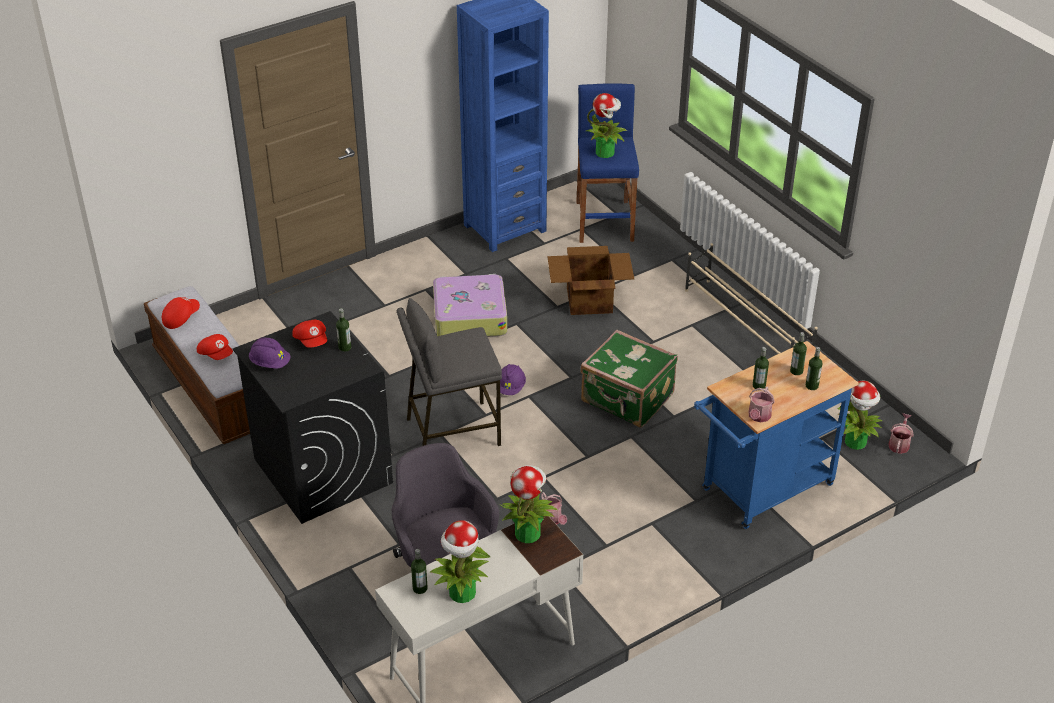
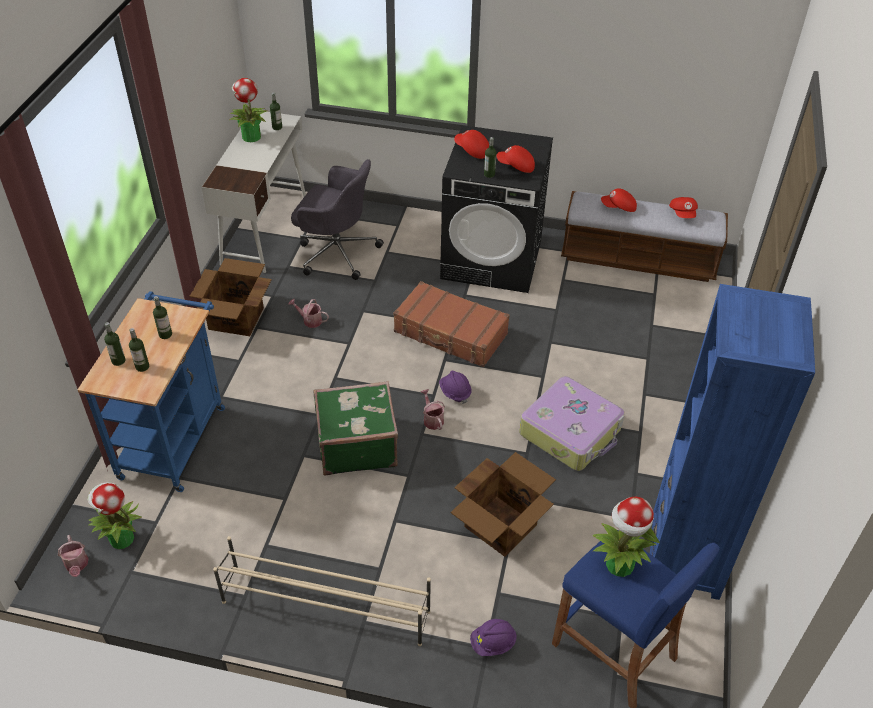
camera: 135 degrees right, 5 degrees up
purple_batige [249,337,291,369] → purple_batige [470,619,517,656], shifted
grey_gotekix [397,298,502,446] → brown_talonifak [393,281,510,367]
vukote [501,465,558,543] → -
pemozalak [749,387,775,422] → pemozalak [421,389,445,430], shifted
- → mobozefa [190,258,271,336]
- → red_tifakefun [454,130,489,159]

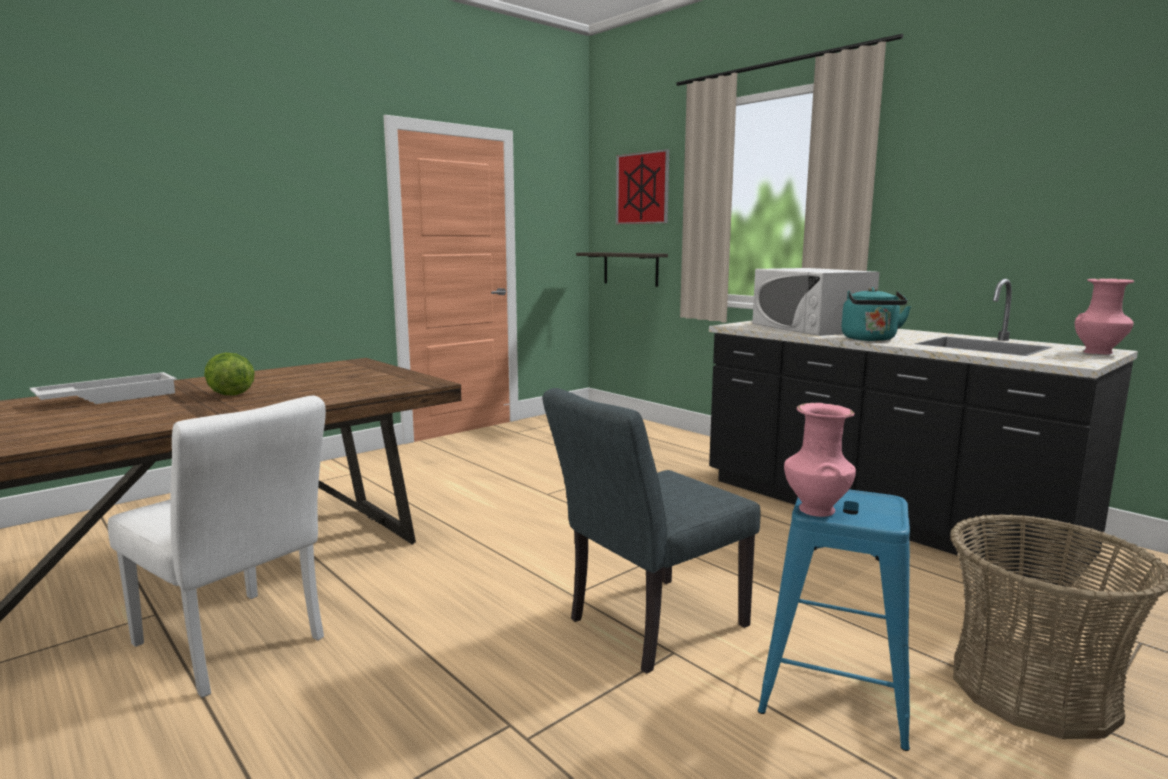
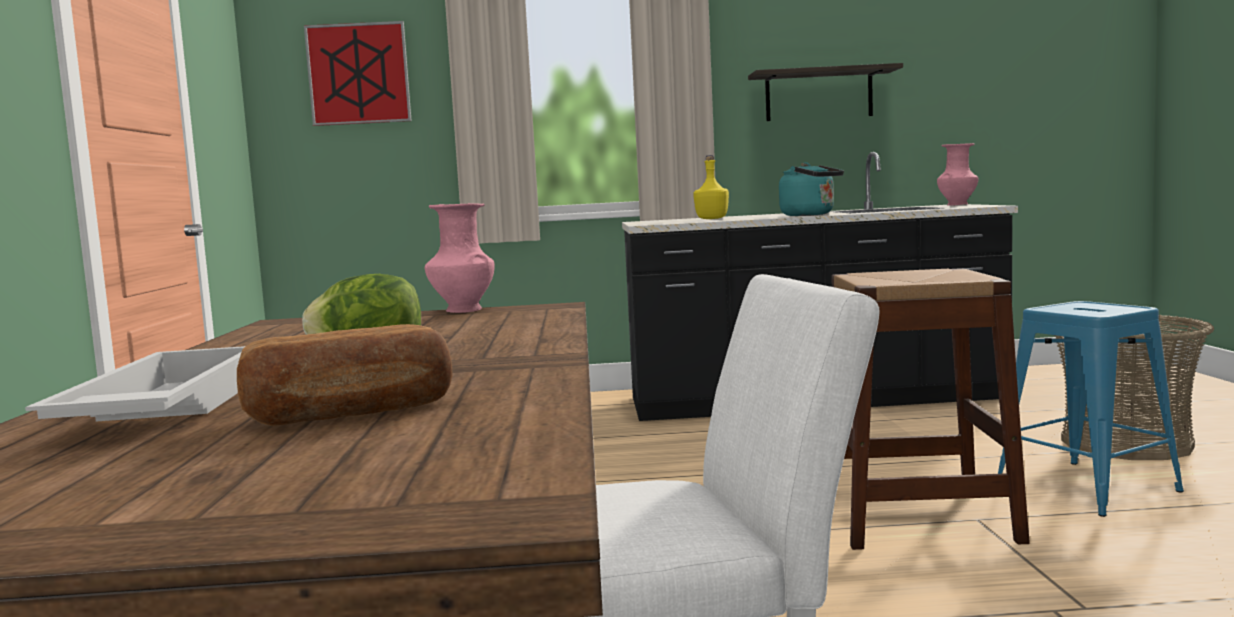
camera: 50 degrees left, 5 degrees down
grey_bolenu [543,388,760,674] → brown_gotekix [831,268,1030,550]
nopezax [576,252,668,287] → nopezax [748,63,903,121], shifted
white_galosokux [752,268,880,336] → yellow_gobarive [693,155,729,219]
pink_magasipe [784,403,856,517] → pink_magasipe [425,203,495,313], shifted
- → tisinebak [237,324,453,426]

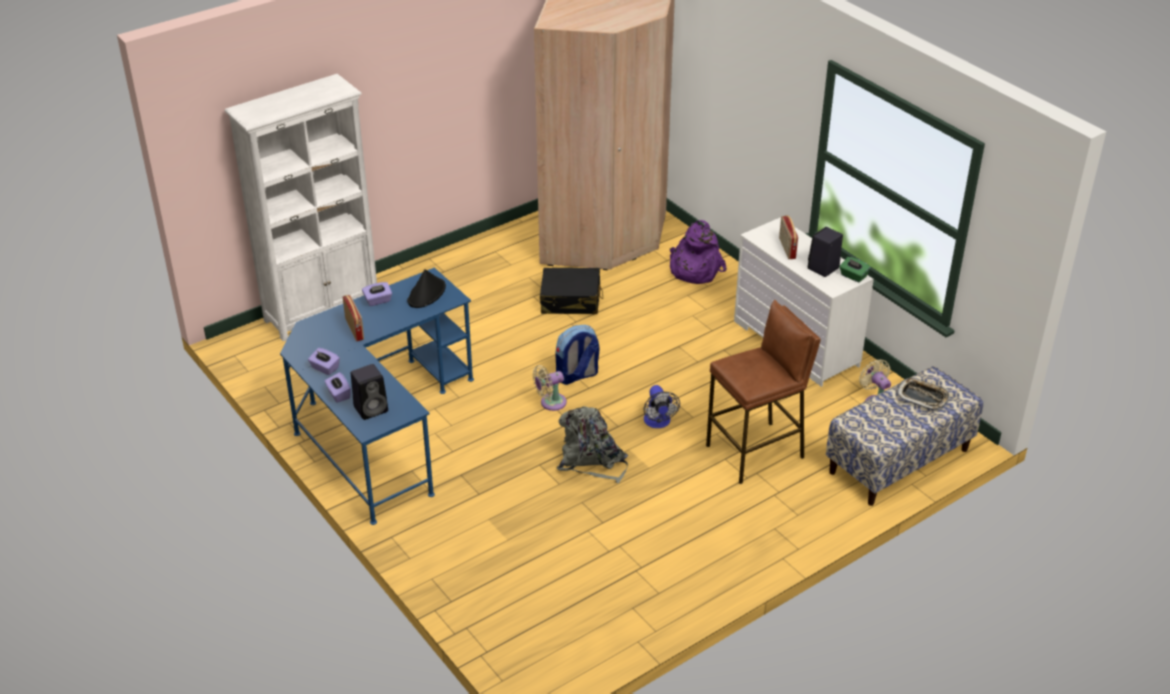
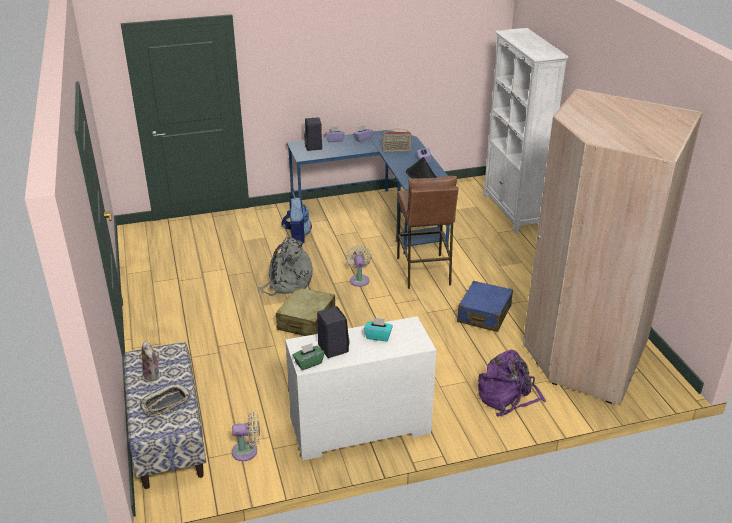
camera: 110 degrees right, 5 degrees down
black_talonifak [540,268,603,314] → blue_talonifak [457,281,513,332]
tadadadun [556,325,599,385] → tadadadun [281,197,312,243], shifted
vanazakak [643,385,680,428] → beige_talonifak [276,287,335,336]
brown_gotekix [706,300,821,484] → brown_gotekix [397,176,458,289], shifted
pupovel [779,215,798,259] → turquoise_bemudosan [364,317,393,341]
- → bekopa [142,341,159,381]

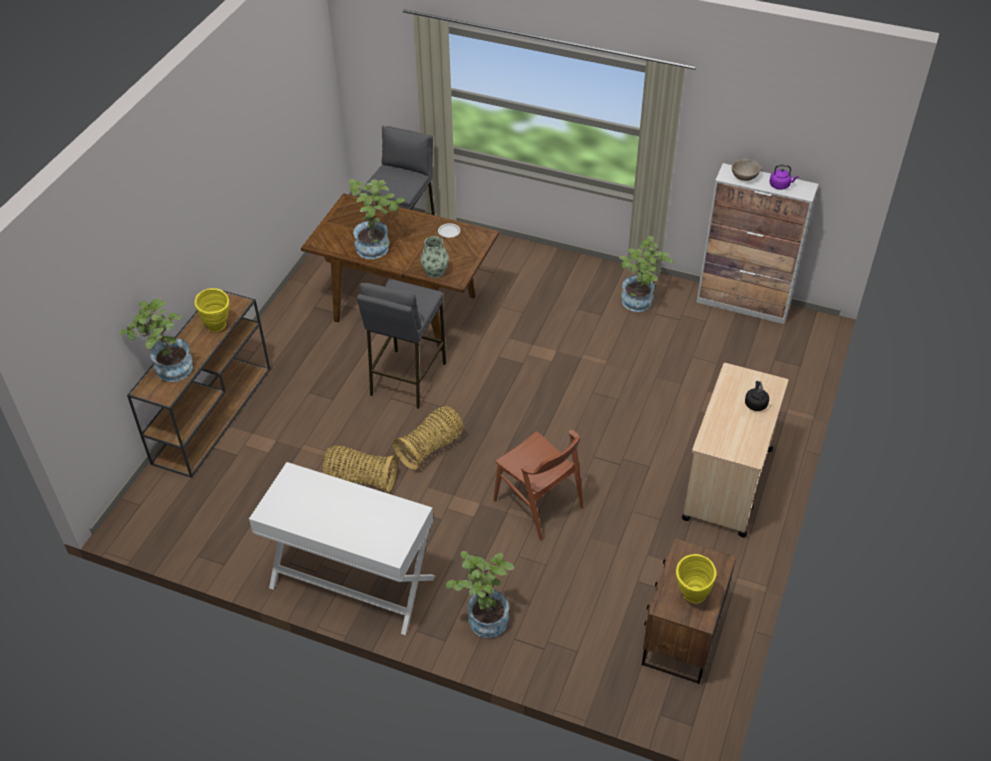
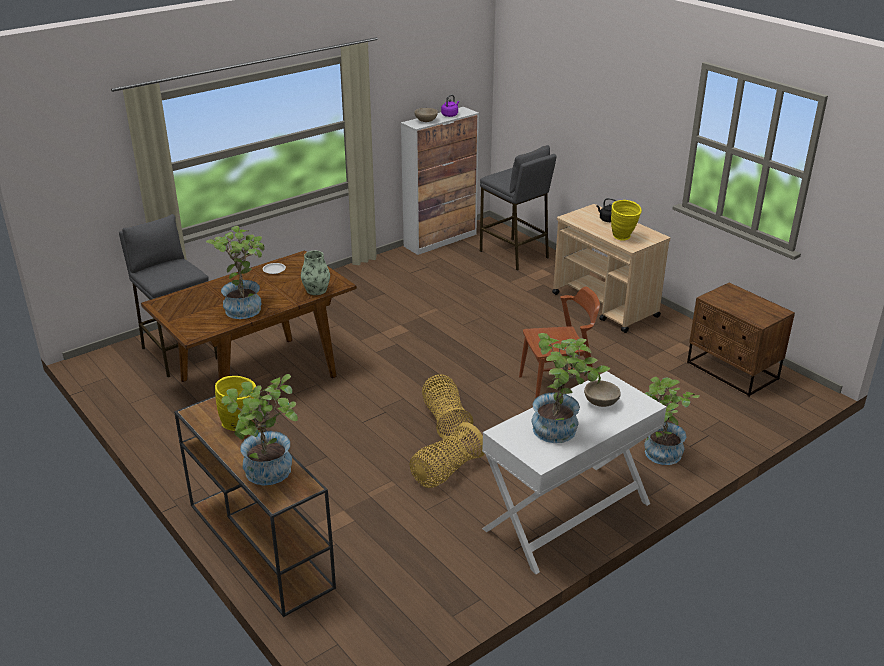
camera: 60 degrees left, 15 degrees down
grey_gotekix [357,279,446,409] → grey_gotekix [480,145,557,271], shifted
vukote [619,236,674,312] → vukote [531,333,610,443], shifted
yellow_magasipe [676,554,717,604] → yellow_magasipe [611,200,642,241], shifted
- → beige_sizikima [584,380,621,407]

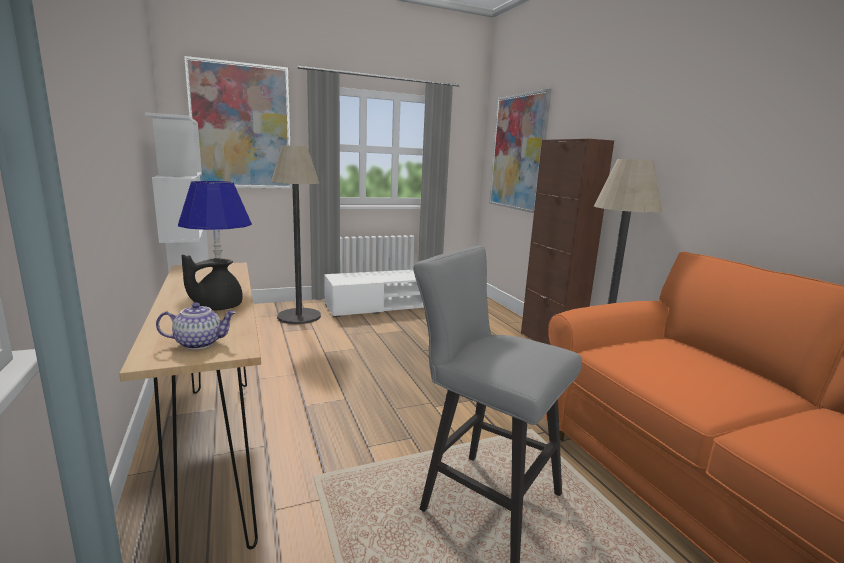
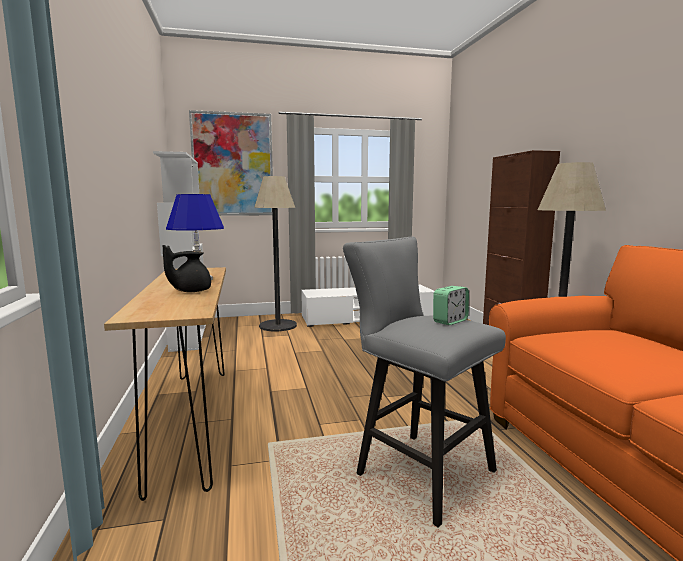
camera: 10 degrees right, 5 degrees down
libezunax [156,302,236,350] → -
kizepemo [489,89,551,213] → -
- → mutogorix [433,286,469,325]

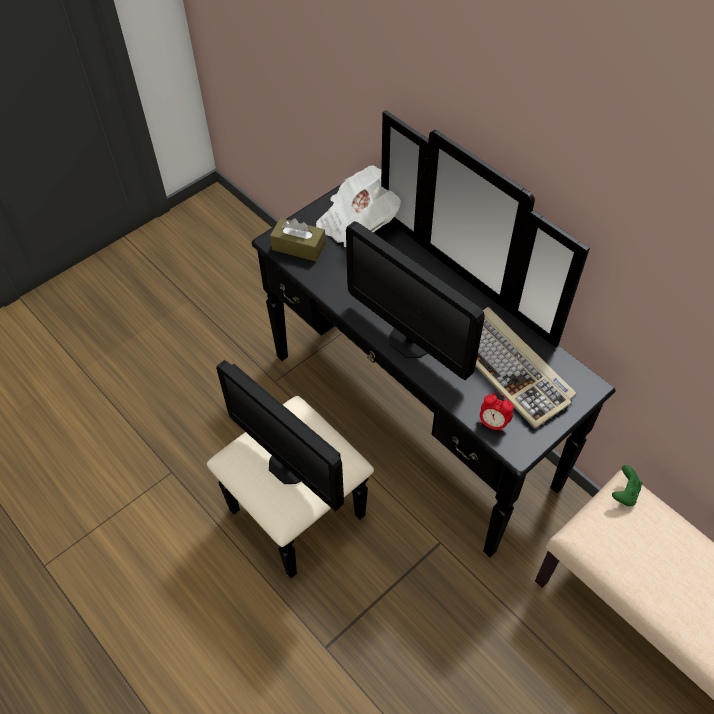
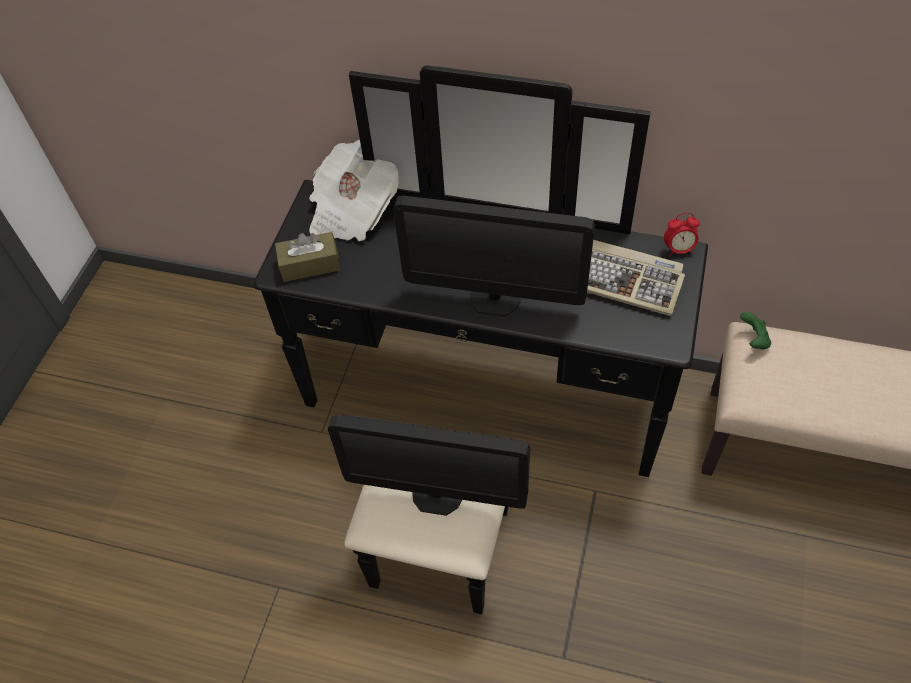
camera: 30 degrees left, 0 degrees up
mutogorix [480,393,514,434] → mutogorix [664,212,700,257], shifted

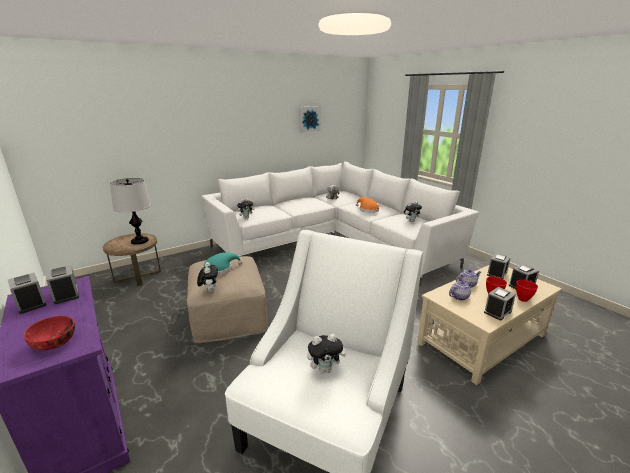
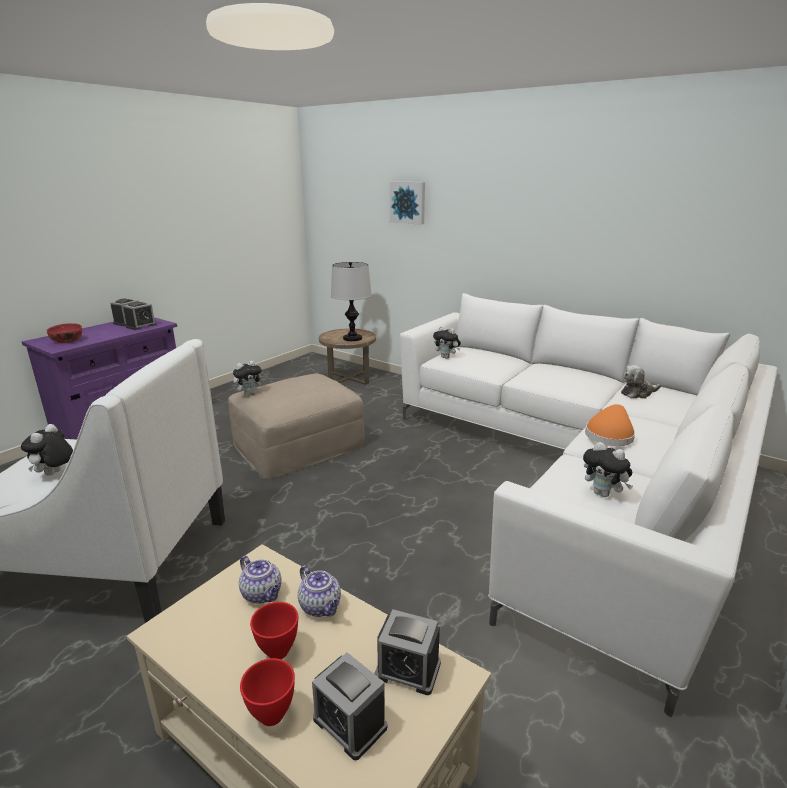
camera: 70 degrees right, 0 degrees up
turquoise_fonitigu [203,252,243,276] → -
kizepemo [299,106,321,132] → kizepemo [390,182,425,225], shifted
bekopa [307,334,346,373] → bekopa [21,424,73,476], 45 degrees clockwise
mutogorix [484,287,516,320] → -

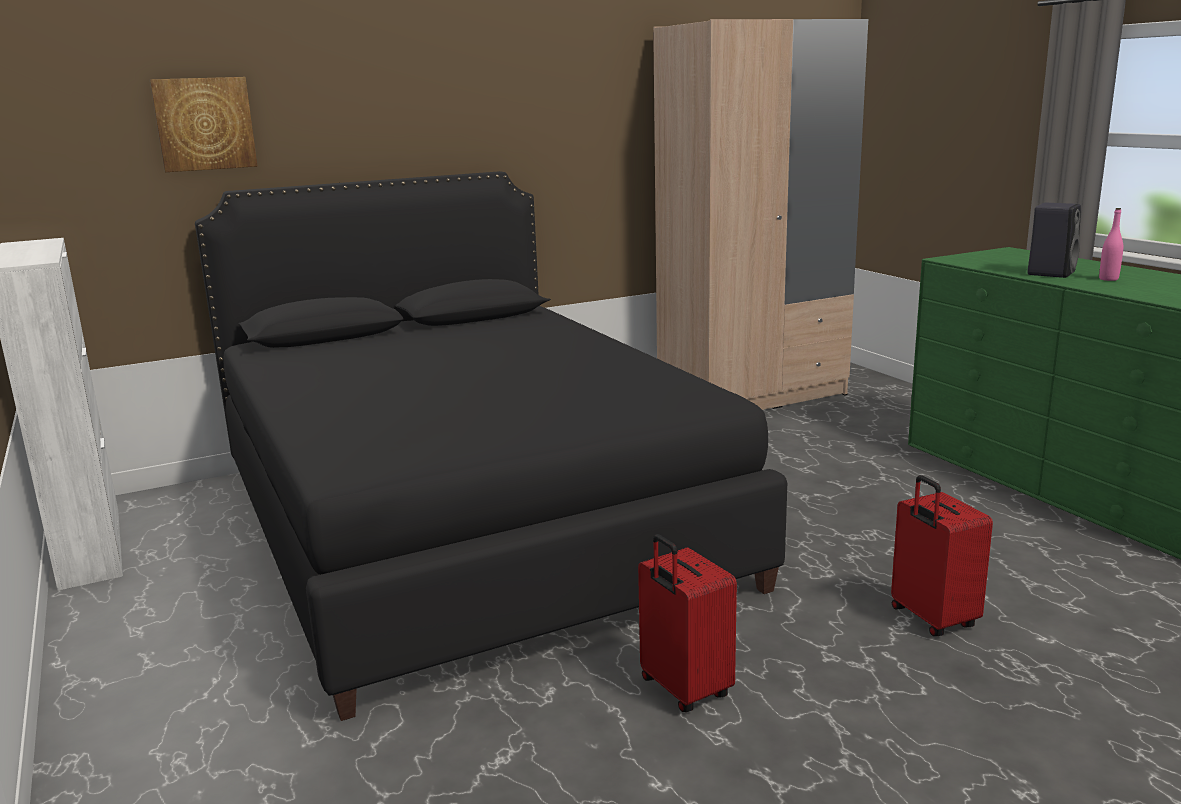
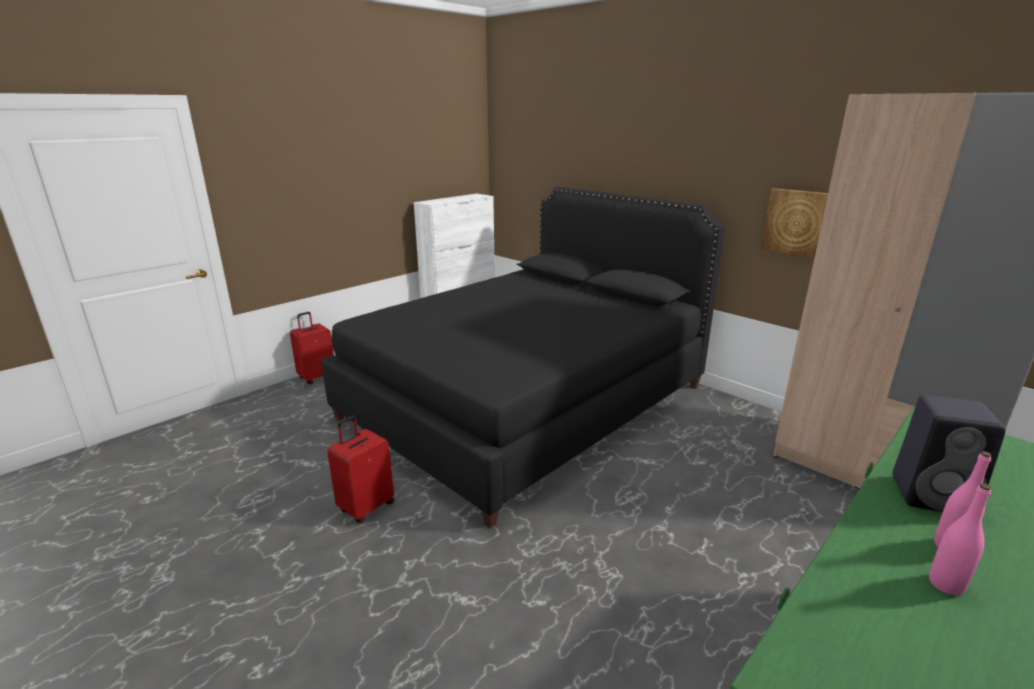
camera: 70 degrees right, 5 degrees up
kizepemo [150,77,257,172] → kizepemo [761,188,828,258], shifted
red_talonifak [891,475,993,636] → red_talonifak [290,312,334,384], shifted
- → pink_gobarive [929,483,991,595]

